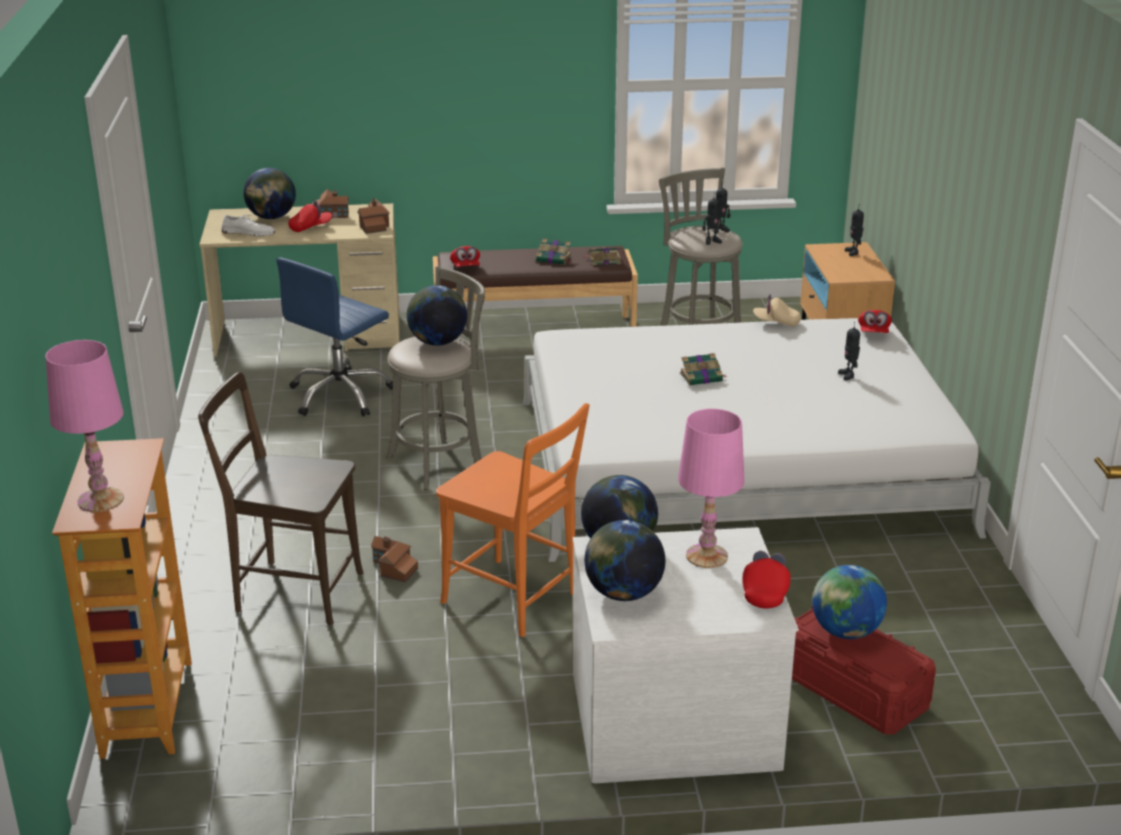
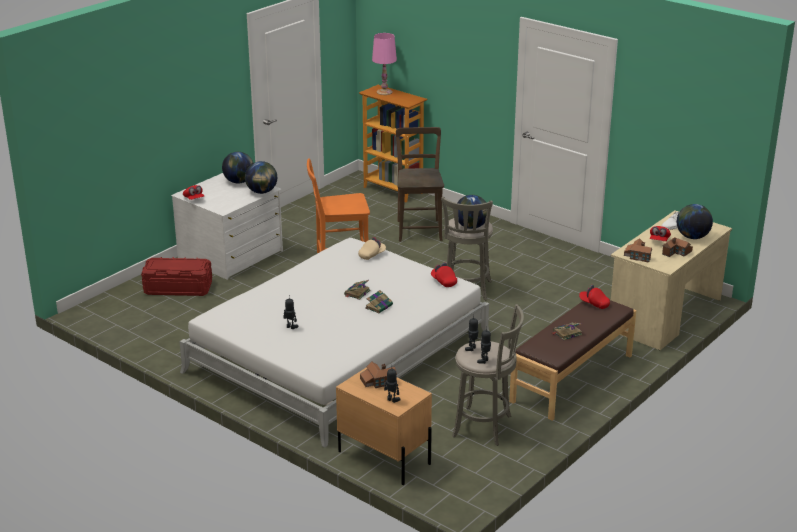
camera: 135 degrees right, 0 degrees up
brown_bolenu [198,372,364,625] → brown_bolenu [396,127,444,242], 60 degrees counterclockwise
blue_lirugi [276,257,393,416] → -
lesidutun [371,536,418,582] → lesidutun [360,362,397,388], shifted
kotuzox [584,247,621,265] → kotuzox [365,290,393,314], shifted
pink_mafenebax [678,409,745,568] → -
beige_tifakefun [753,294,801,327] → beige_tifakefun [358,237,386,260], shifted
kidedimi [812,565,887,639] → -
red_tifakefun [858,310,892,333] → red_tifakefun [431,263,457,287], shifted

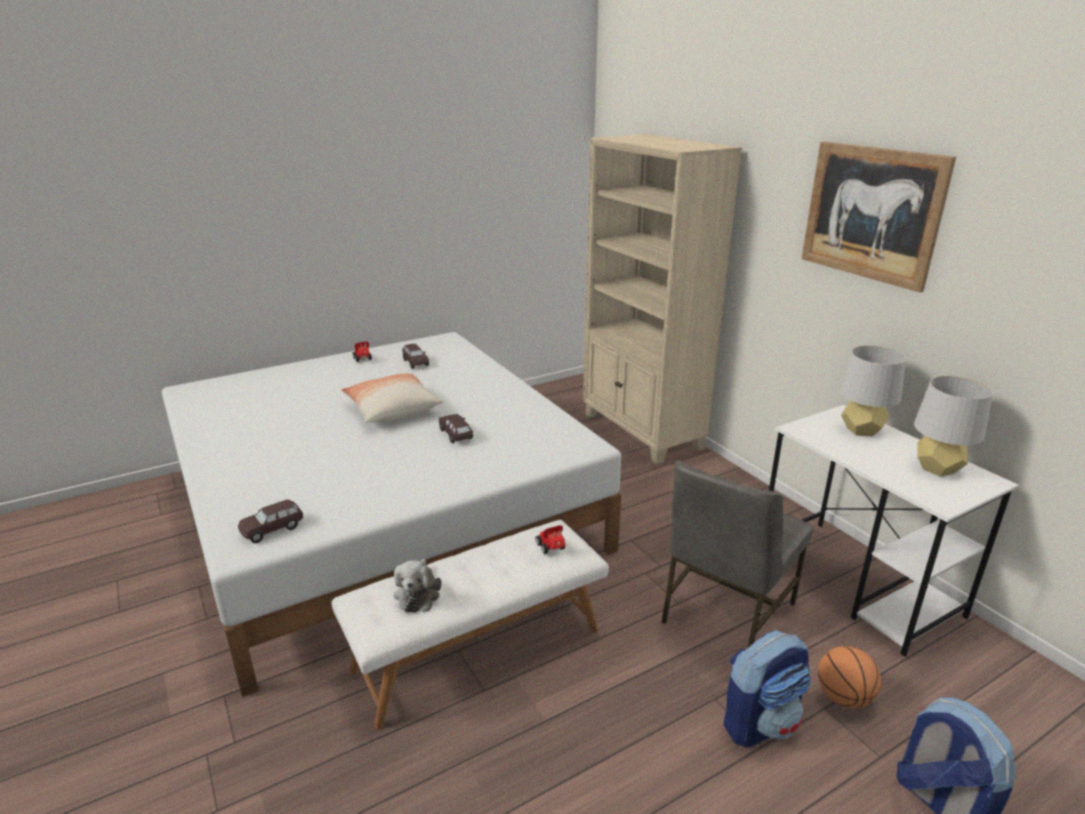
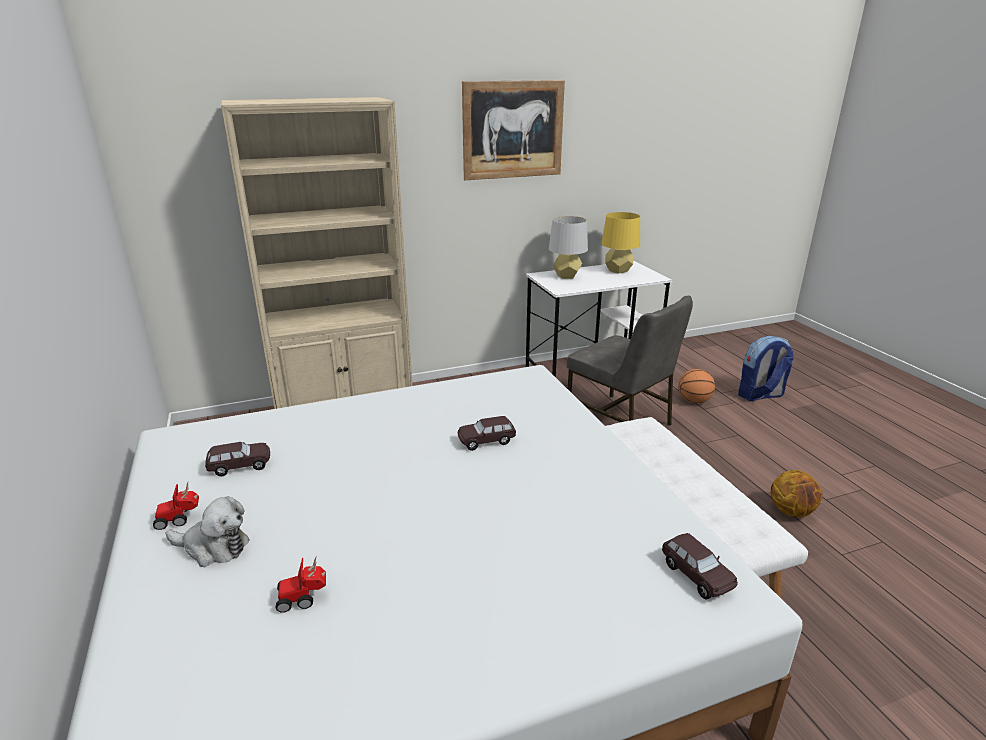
camera: 80 degrees left, 0 degrees up
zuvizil [341,374,443,423] → -
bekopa [394,559,441,612] → bekopa [166,496,249,567], shifted
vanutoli [535,525,566,554] → vanutoli [275,558,326,612], shifted
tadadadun [723,630,811,747] → -
grey_mafenebax [914,376,993,476] → yellow_mafenebax [601,212,640,274]
- → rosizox [771,470,823,517]

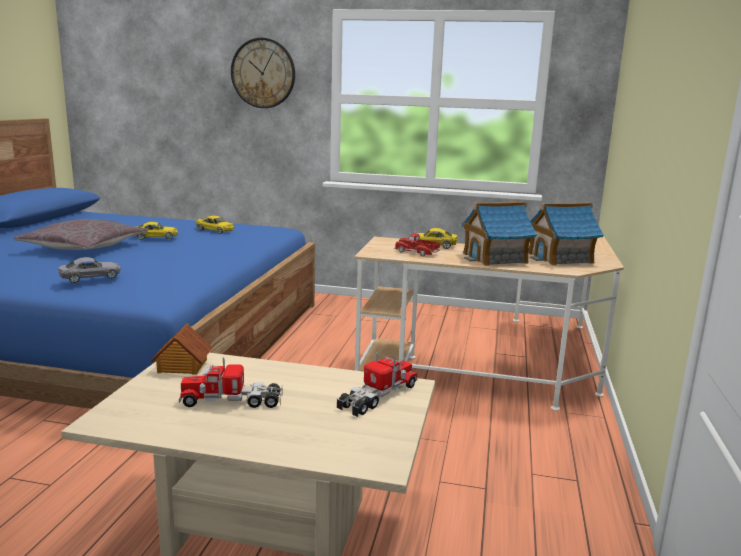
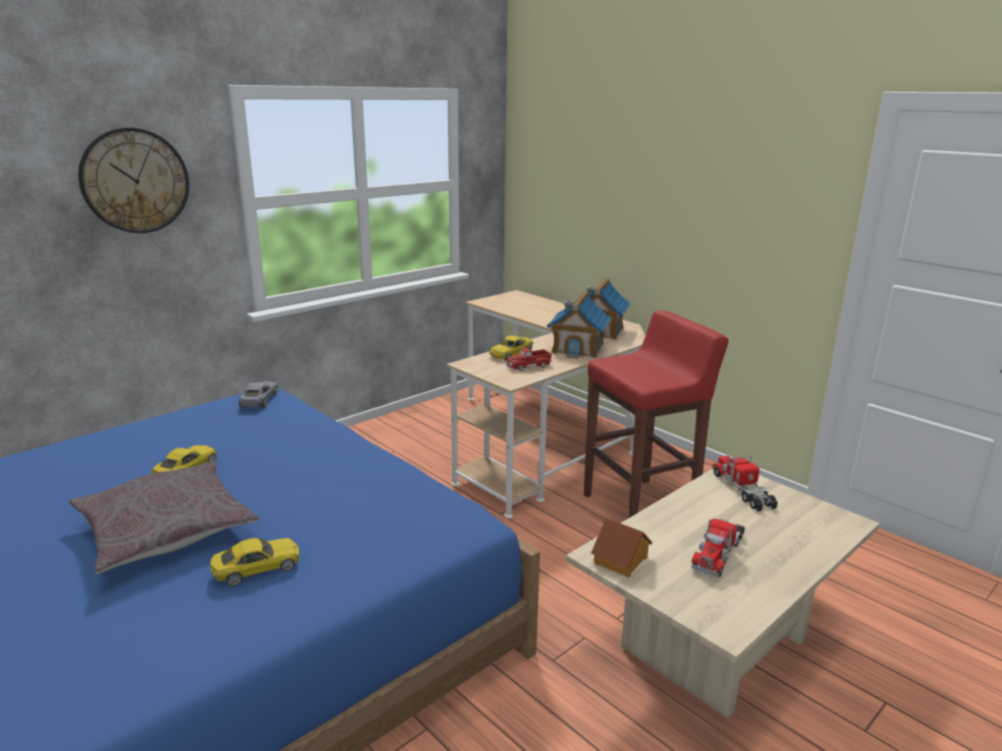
camera: 55 degrees left, 5 degrees up
grey_vanutoli [58,257,120,283] → grey_vanutoli [239,381,278,408], shifted
yellow_vanutoli [196,216,234,234] → yellow_vanutoli [210,538,299,586], shifted
- → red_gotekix [584,310,729,518]

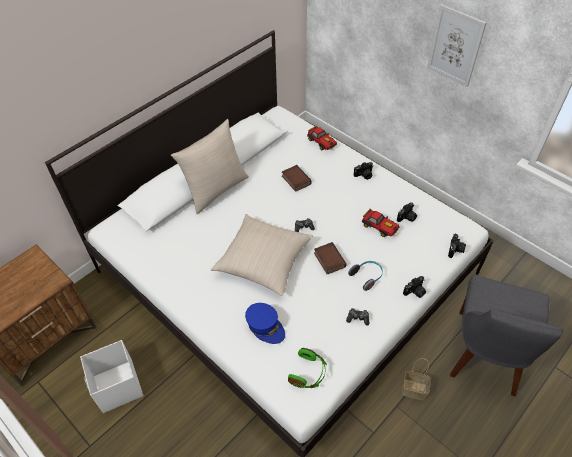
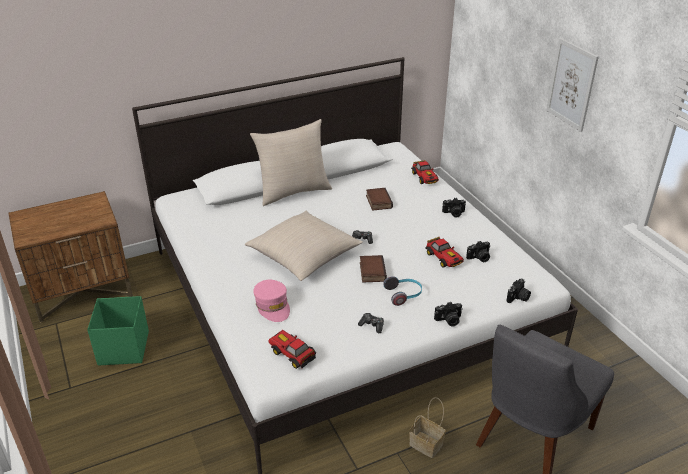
camera: 20 degrees right, 15 degrees down
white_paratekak [80,340,143,413] → green_paratekak [87,296,149,366]
blue_tifakefun [245,303,285,344] → pink_tifakefun [253,280,290,322]
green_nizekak [288,348,327,388] → vanutoli [269,330,316,369]

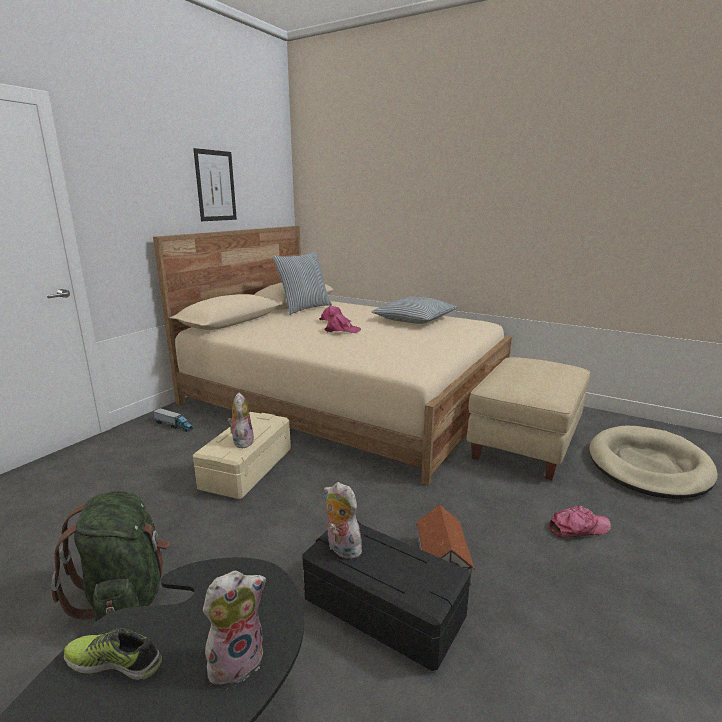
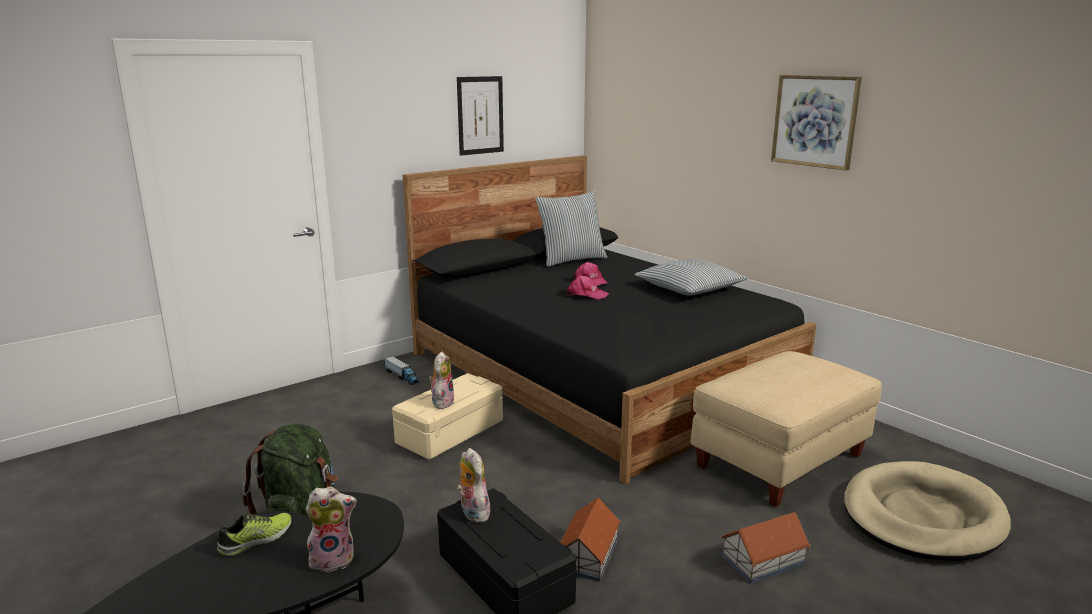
camera: 20 degrees right, 0 degrees up
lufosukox [64,628,162,680] → lufosukox [217,513,291,556], 105 degrees clockwise
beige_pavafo [153,226,512,486] → black_pavafo [403,155,816,484]
tifakefun [548,506,611,538] → lesidutun [721,512,811,583]
- → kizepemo [771,75,862,171]

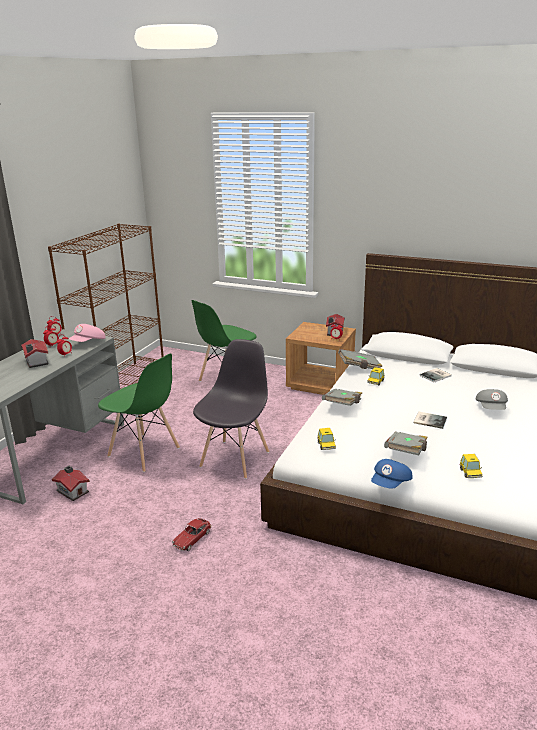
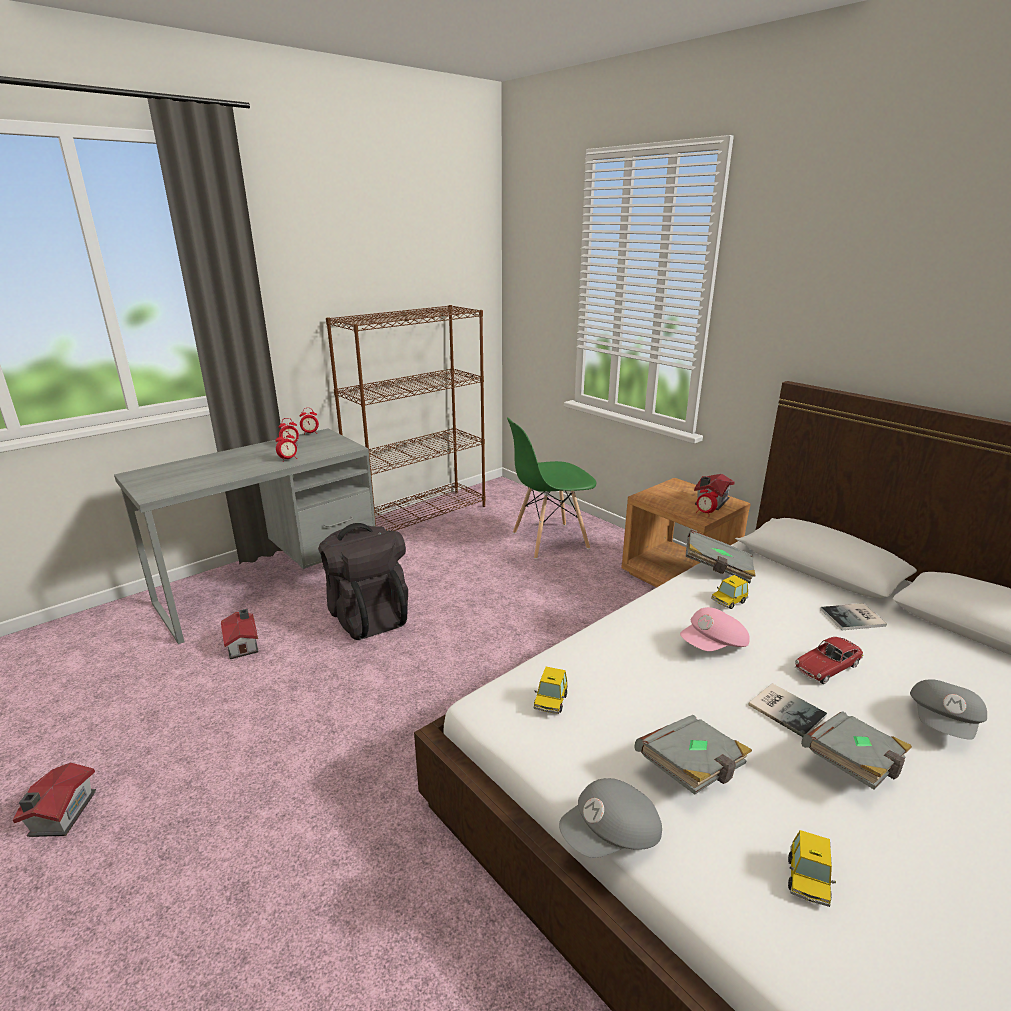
camera: 25 degrees right, 0 degrees up
lesidutun [21,339,49,368] → lesidutun [13,762,96,837], shifted
pink_tifakefun [69,324,106,342] → pink_tifakefun [680,607,750,651], shifted
green_bolenu [98,353,180,472] → black_tadadadun [318,523,408,640]
vanutoli [172,518,212,551] → vanutoli [795,637,864,684], shifted
grey_bolenu [193,339,269,479] → -
grey_kotuzox [322,389,362,406] → grey_kotuzox [801,711,912,790], shifted
blue_tifakefun [371,459,412,489] → grey_tifakefun [559,778,662,858]

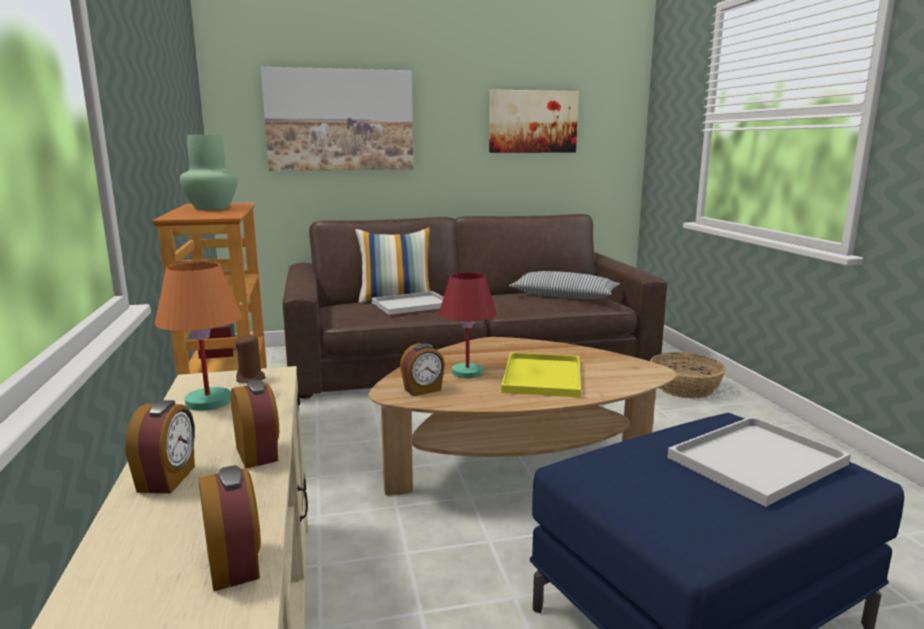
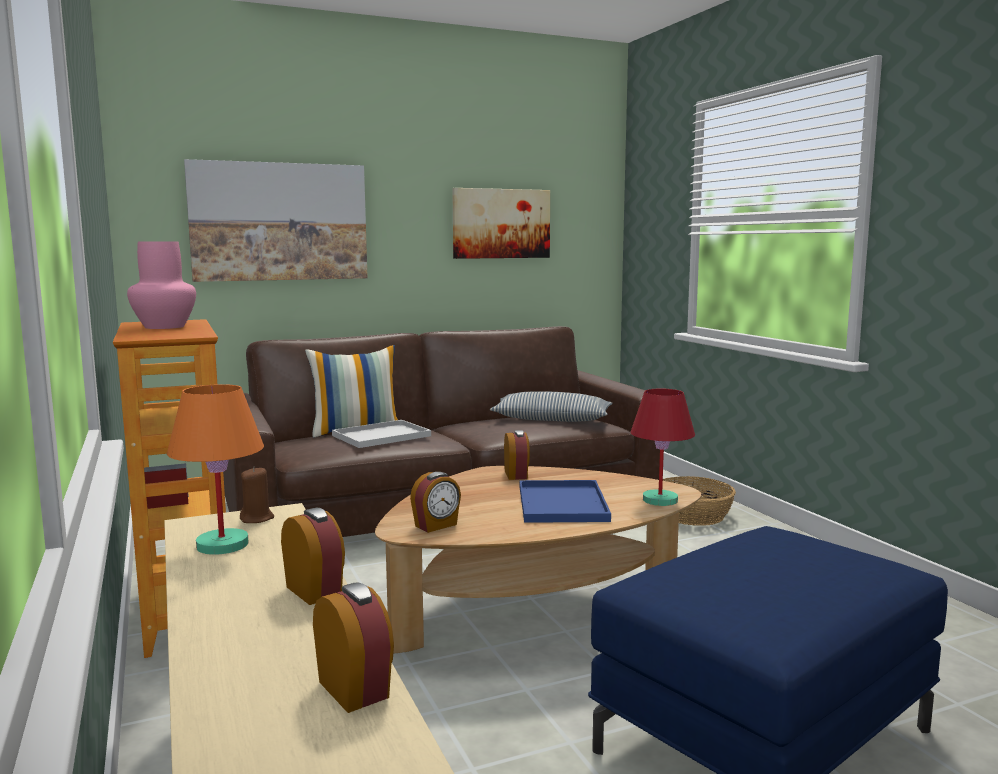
camera: 10 degrees left, 5 degrees down
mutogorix [125,400,195,493] → mutogorix [504,430,530,480], shifted
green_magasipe [180,135,238,210] → pink_magasipe [127,241,196,329]
red_mafenebax [439,272,496,378] → red_mafenebax [631,389,695,506], shifted
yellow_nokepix [501,352,581,398] → blue_nokepix [520,480,611,523]
white_nokepix [667,416,851,507] → -

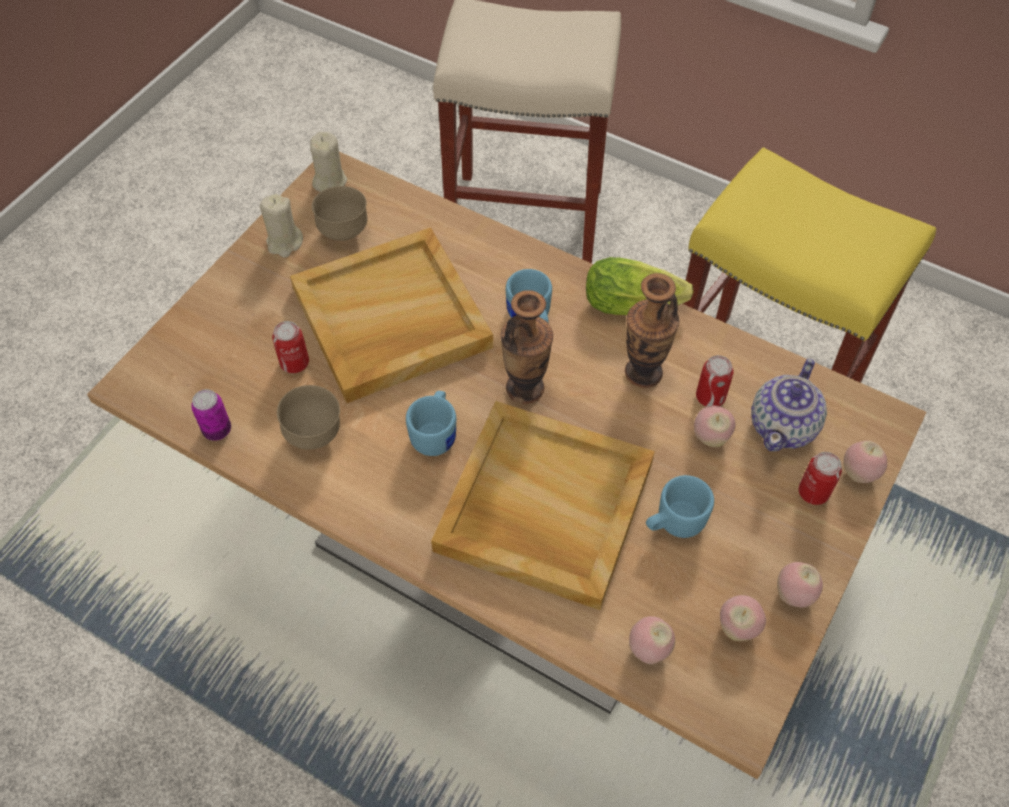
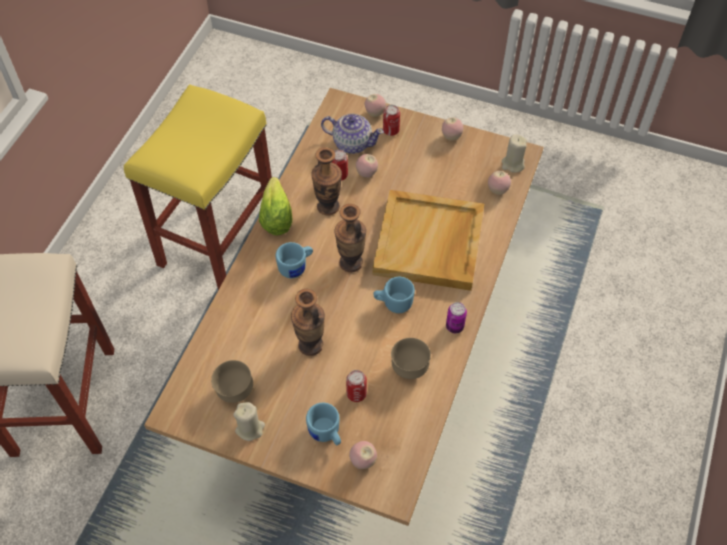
camera: 100 degrees left, 0 degrees up
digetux [191,389,231,441] → digetux [446,302,467,333], shifted
beige_nokepix [290,227,493,403] → magasipe [291,289,325,356]
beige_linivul [310,132,347,192] → beige_linivul [502,134,527,173], shifted
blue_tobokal [646,475,714,538] → blue_tobokal [306,403,341,445], shifted
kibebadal [720,595,766,641] → kibebadal [349,441,377,469], shifted

